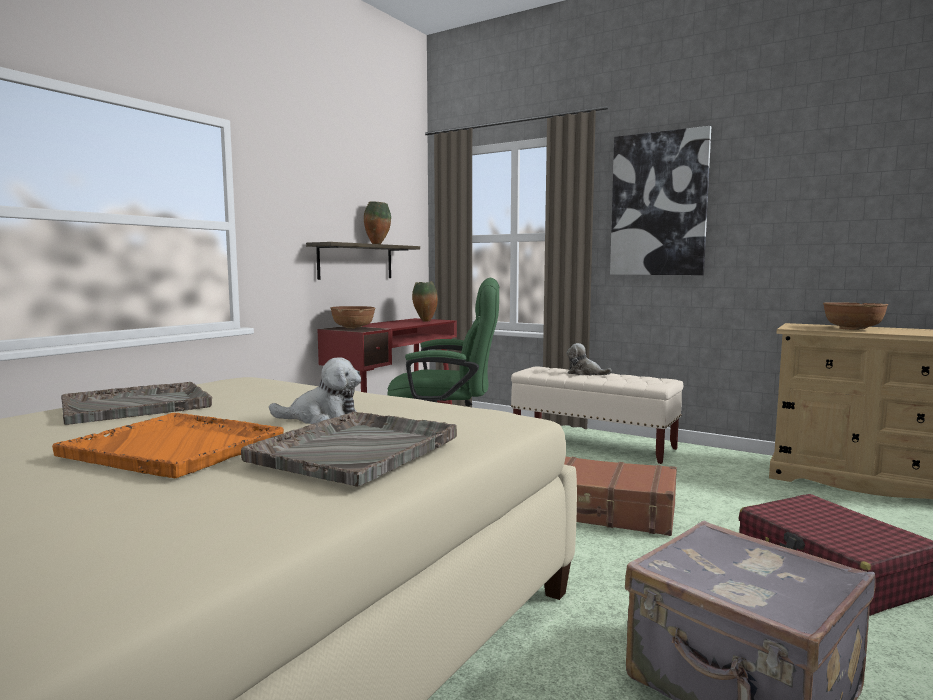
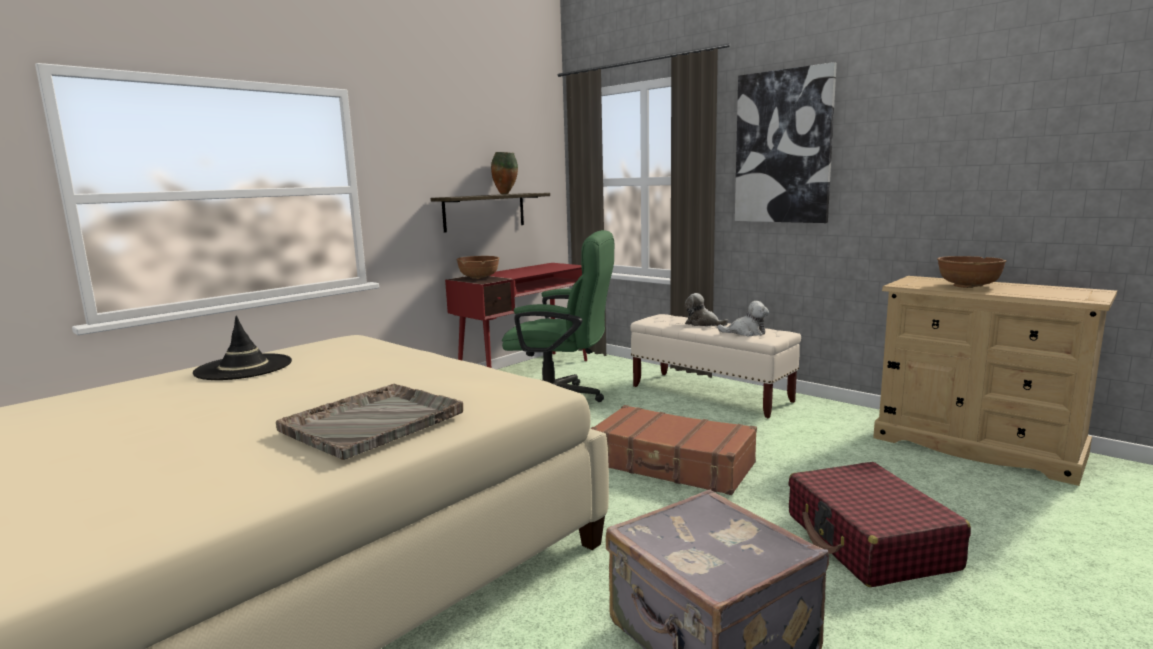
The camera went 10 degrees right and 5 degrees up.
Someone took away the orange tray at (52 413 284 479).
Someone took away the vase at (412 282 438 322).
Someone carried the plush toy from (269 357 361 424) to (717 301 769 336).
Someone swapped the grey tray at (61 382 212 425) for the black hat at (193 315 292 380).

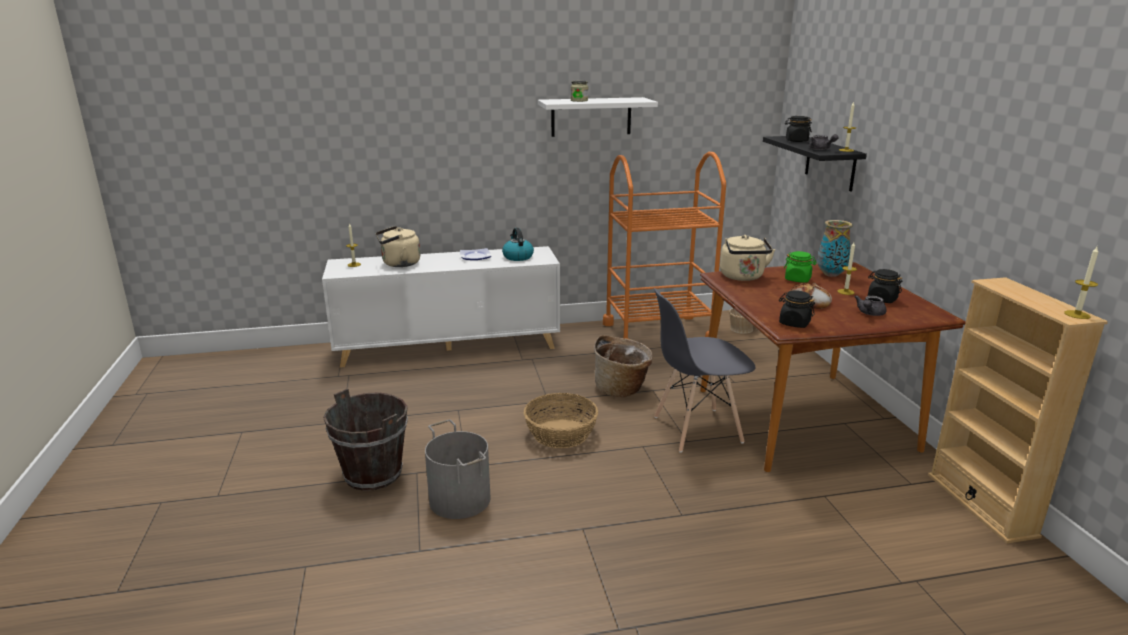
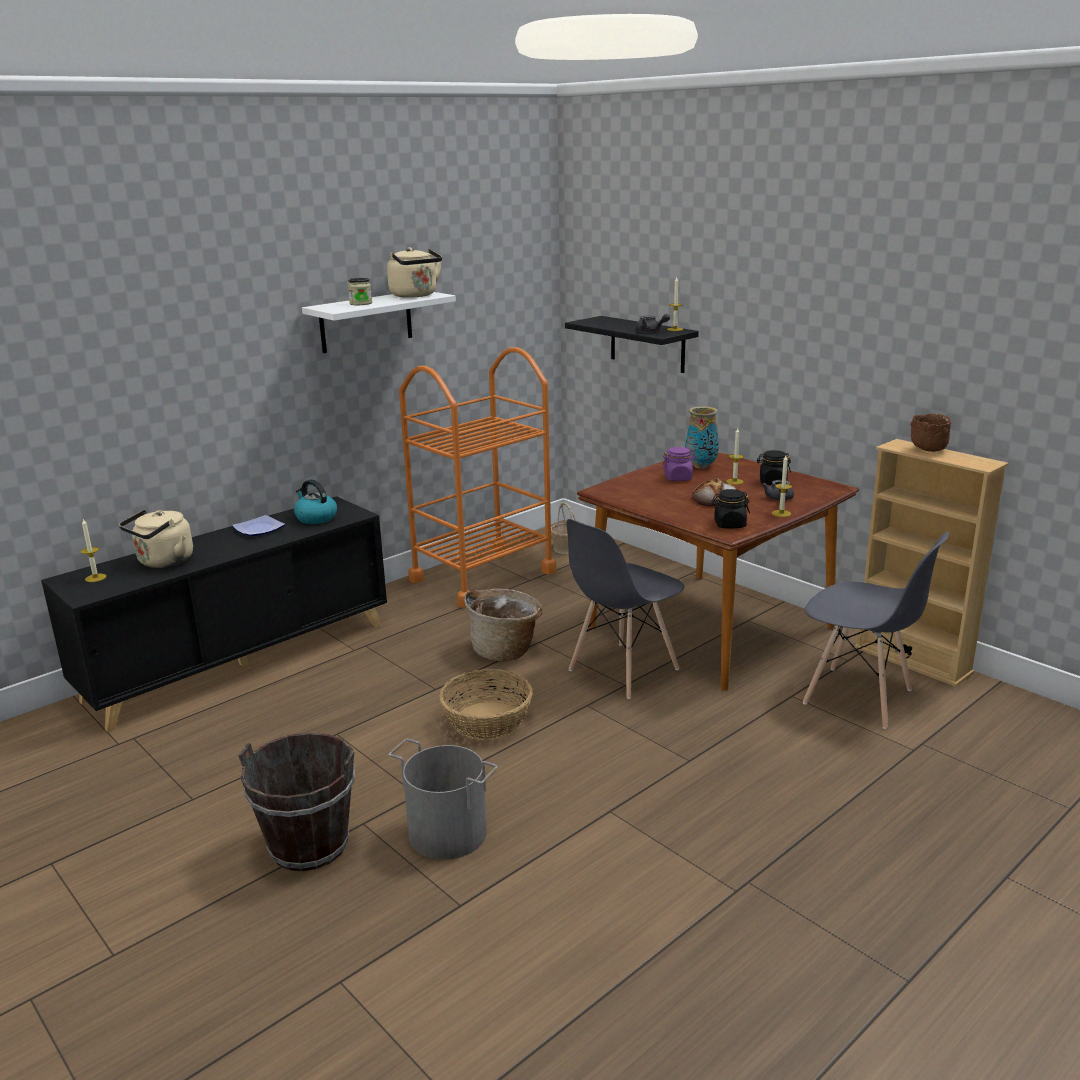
The camera went 30 degrees left and 0 degrees up.
Someone took away the black jar at (785 116 812 142).
Someone put down the grey chair at (803 532 949 729).
Someone put down the brown bowl at (911 413 951 452).
Someone carried the beige kettle from (720 235 775 281) to (387 247 442 298).
Someone carried the candle from (1064 247 1099 319) to (772 455 792 517).
Someone repainted the white cabinet at (322 246 560 368), which became the black cabinet at (41 496 387 732).
Someone repainted the green jar at (784 251 817 283), which became the purple jar at (662 447 696 481).

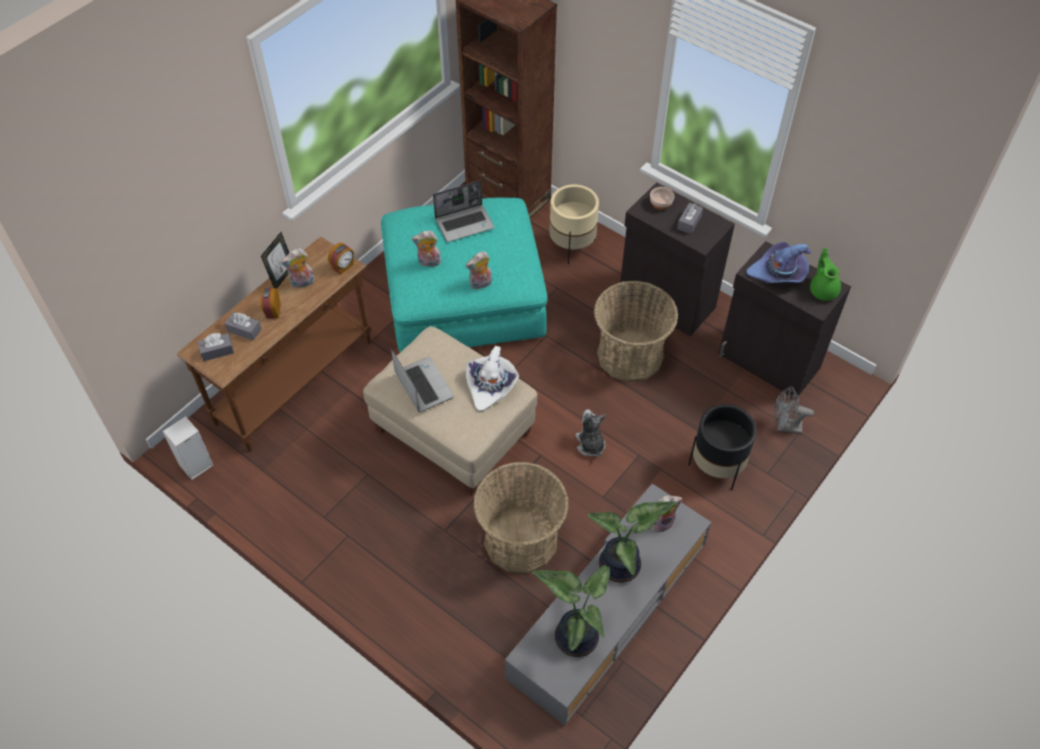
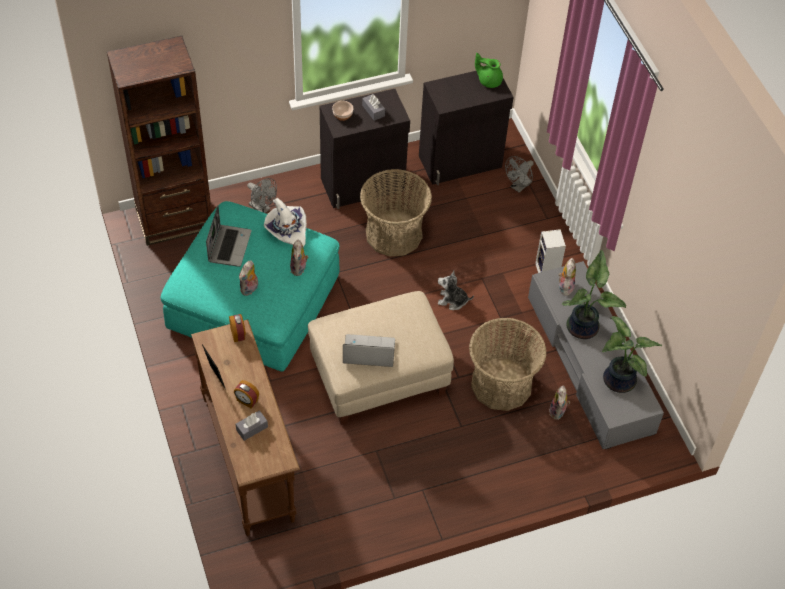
The camera went 60 degrees left and 0 degrees up.
Someone took away the grey tissue box at (198 333 234 361).
Someone took away the black planter at (688 404 757 489).
Someone took away the purple hat at (746 242 812 283).
Someone carried the speaker from (162 416 214 480) to (535 229 566 273).
Someone carried the plush toy from (280 248 315 288) to (549 386 570 420).
Someone carried the white hat from (466 346 519 411) to (264 198 307 247).
Someone swapped the beige planter at (549 184 599 264) for the grey fan at (247 178 277 213).

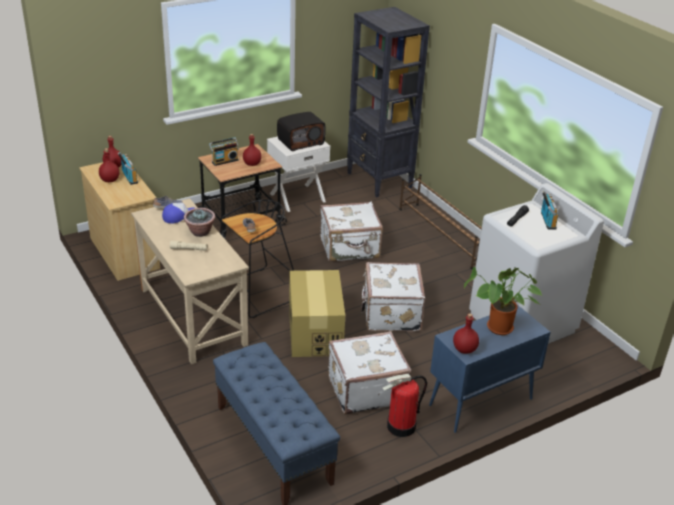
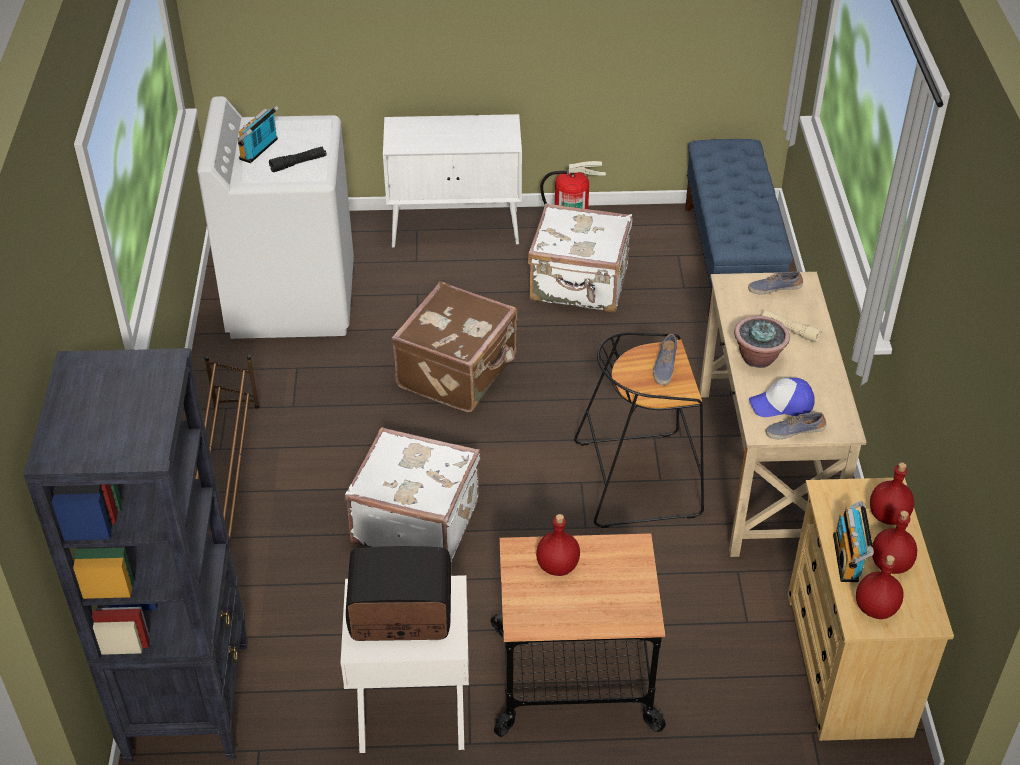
The camera went 150 degrees left and 10 degrees up.
Someone took away the radio at (209 137 239 166).
Someone took away the cardboard box at (289 270 345 357).
Someone took away the potted plant at (464 266 542 335).
Someone put down the shoe at (748 271 803 294).
Someone carried the red bottle from (453 313 479 354) to (870 462 914 525).
Someone repainted the white suitcase at (361 262 425 332), which became the brown suitcase at (392 281 517 412).
Someone repainted the blue cabinet at (429 305 551 433), which became the white cabinet at (383 114 522 248).

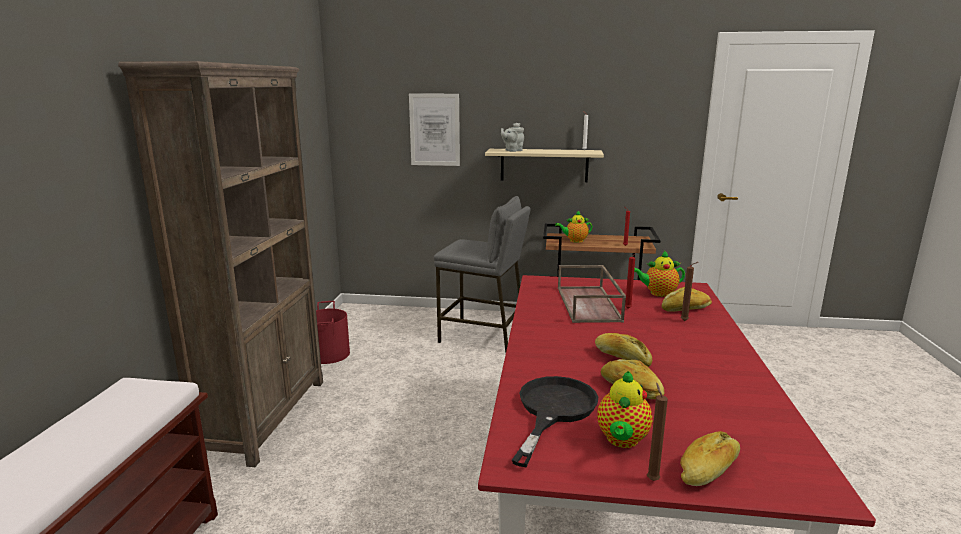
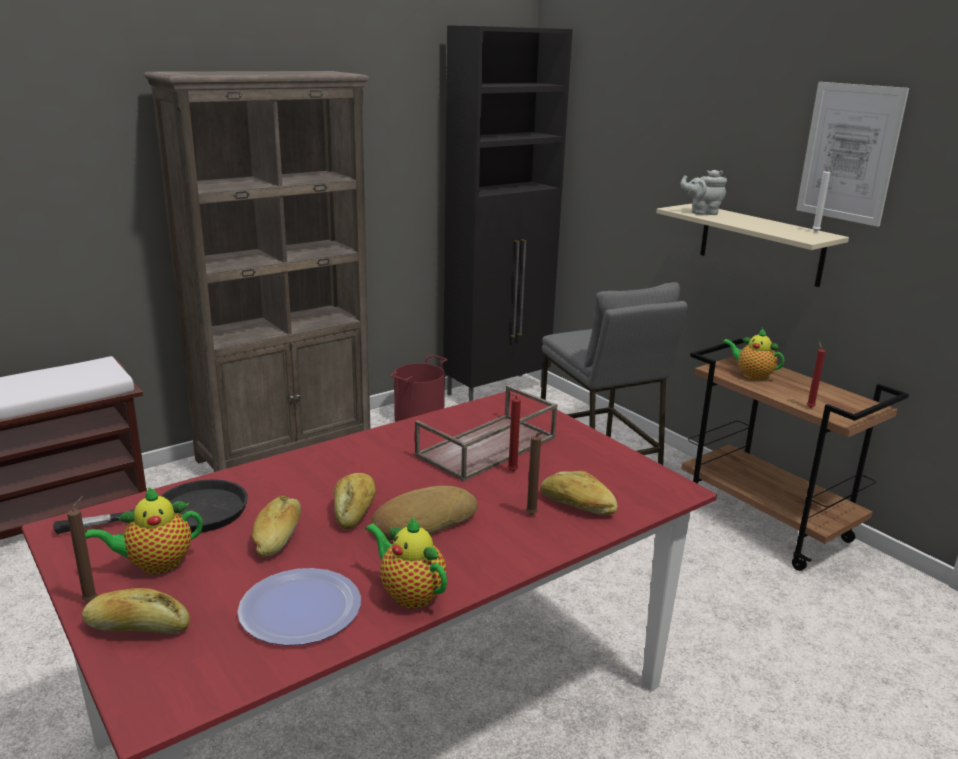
The camera went 45 degrees right and 5 degrees up.
Someone put down the plate at (237 568 361 646).
Someone put down the bread at (372 486 478 541).
Someone put down the black cabinet at (443 25 573 401).
Someone carried the picture from (409 94 460 166) to (796 82 909 227).
Someone carried the teapot from (634 250 685 297) to (365 517 447 609).

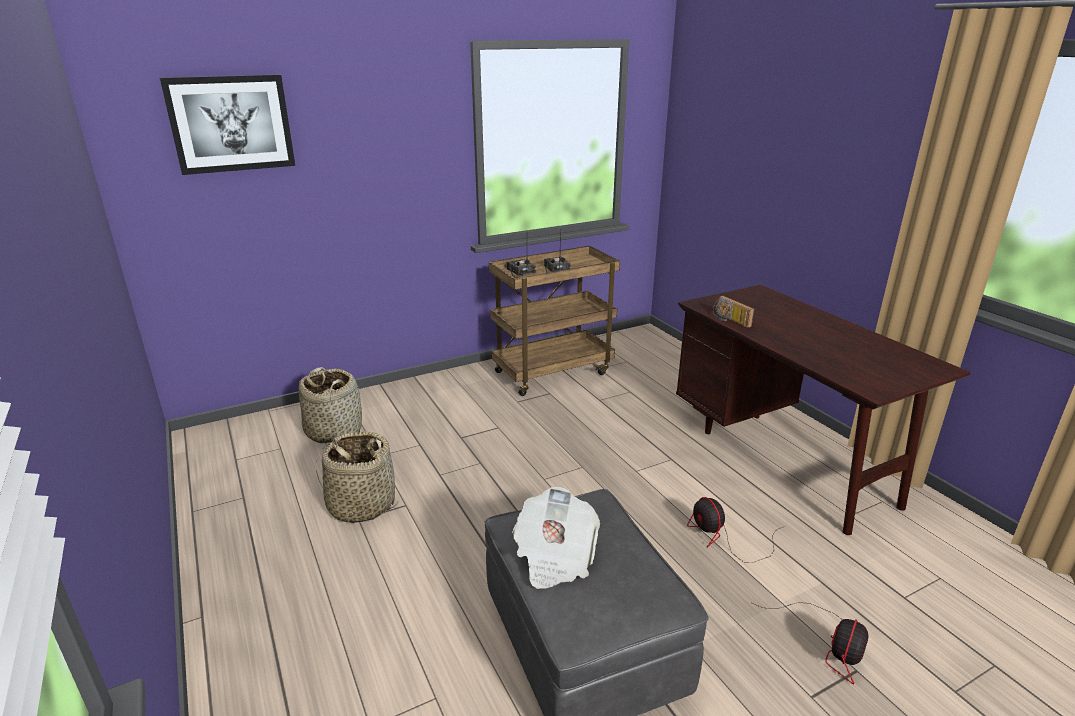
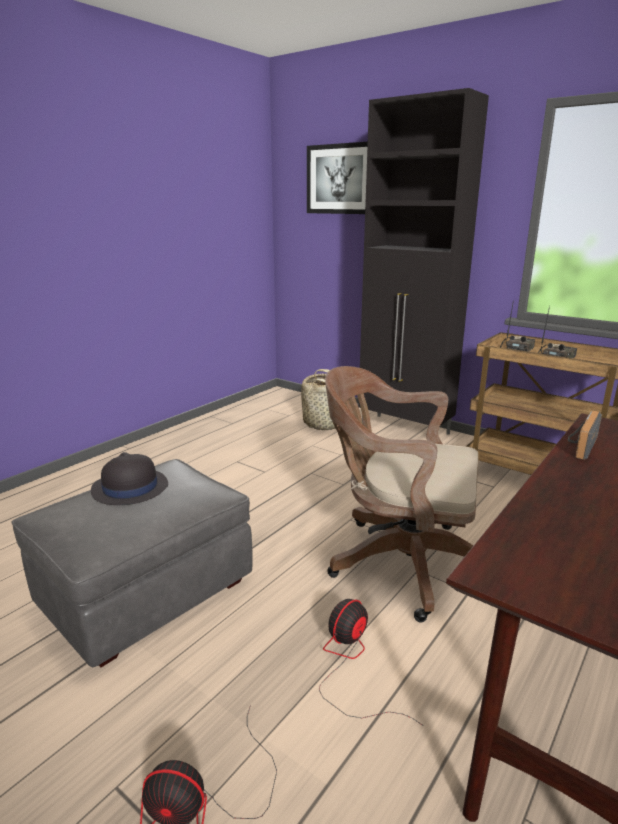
The camera went 65 degrees right and 5 degrees down.
Someone took away the basket at (316 431 399 523).
Someone put down the brown office chair at (325 366 478 622).
Someone put down the black cabinet at (358 88 489 435).
Someone swapped the newspaper at (512 487 600 589) for the black hat at (91 452 168 505).

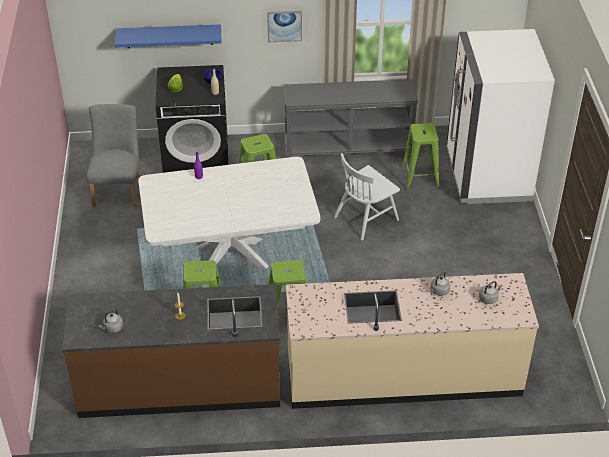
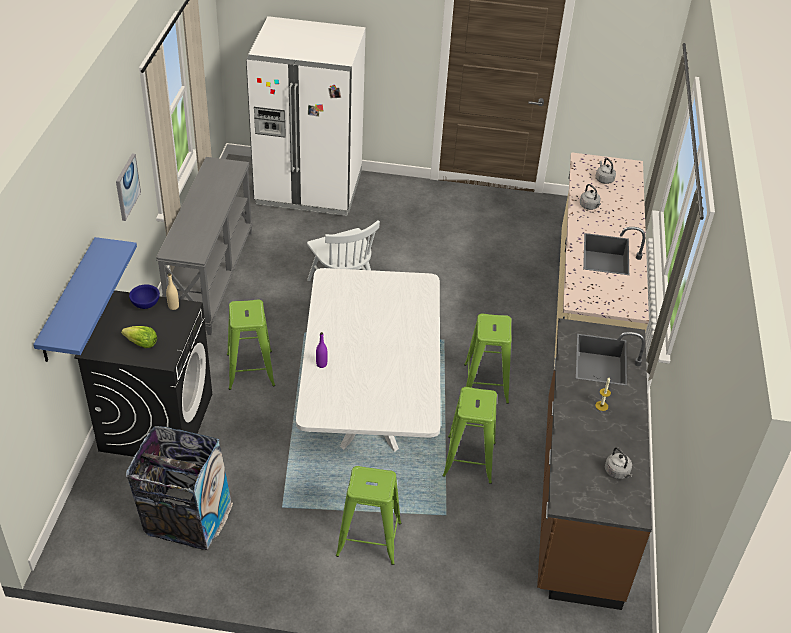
The camera went 80 degrees left and 0 degrees up.
Someone carried the green stool from (401 123 440 190) to (336 466 401 565).
Someone swapped the grey chair at (86 104 140 208) for the trash can at (126 426 233 550).

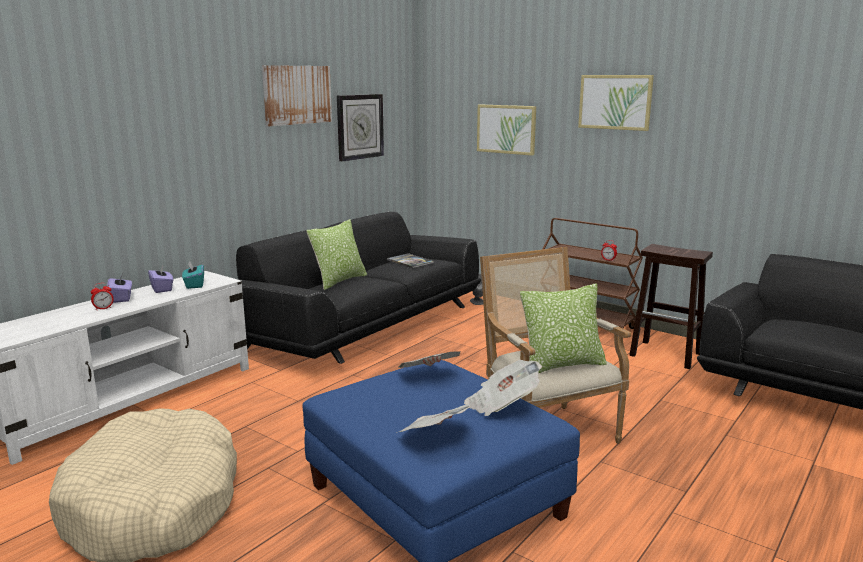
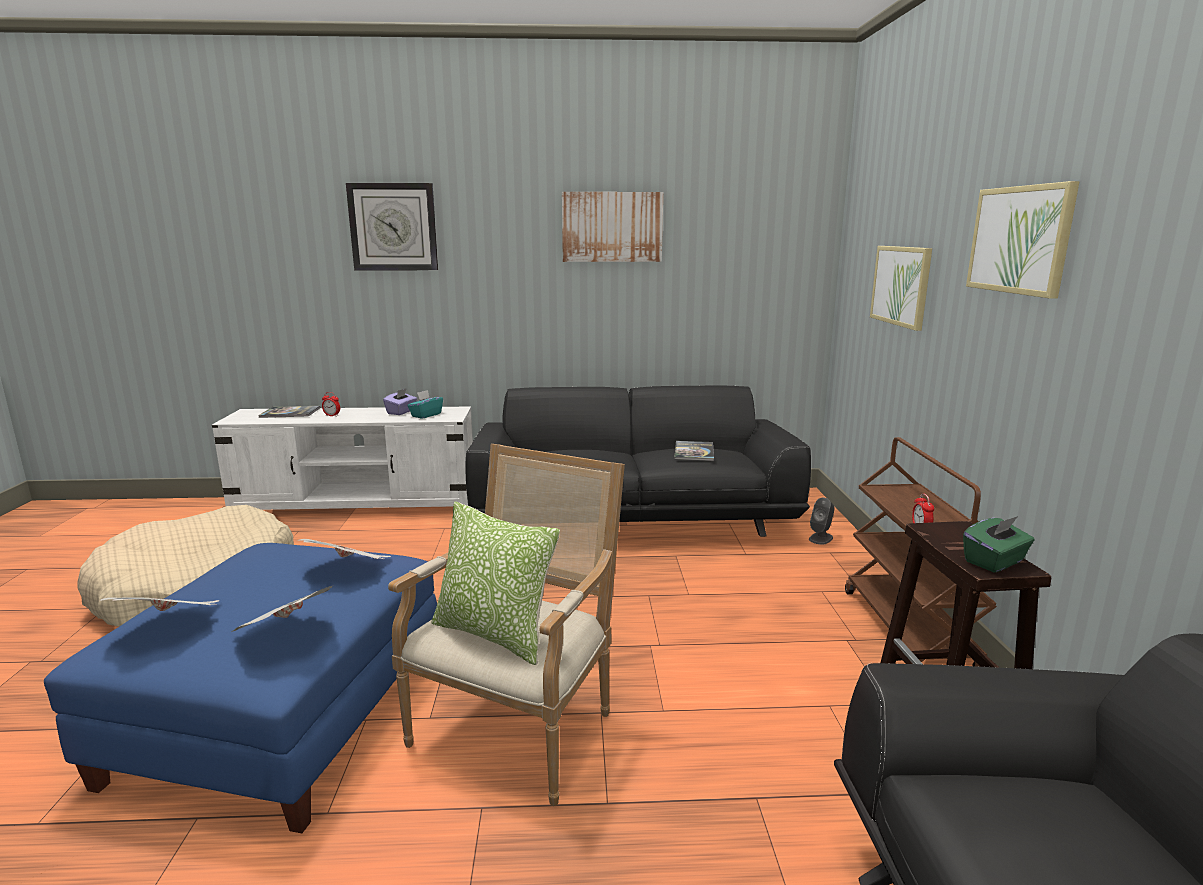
The camera went 50 degrees right and 0 degrees up.
Someone took away the purple tissue box at (107 273 132 303).
Someone took away the pillow at (306 219 367 290).
Someone put down the book at (258 406 321 418).
Someone put down the green tissue box at (963 516 1035 572).
Someone carried the wall clock from (337 94 384 161) to (346 183 438 271).

